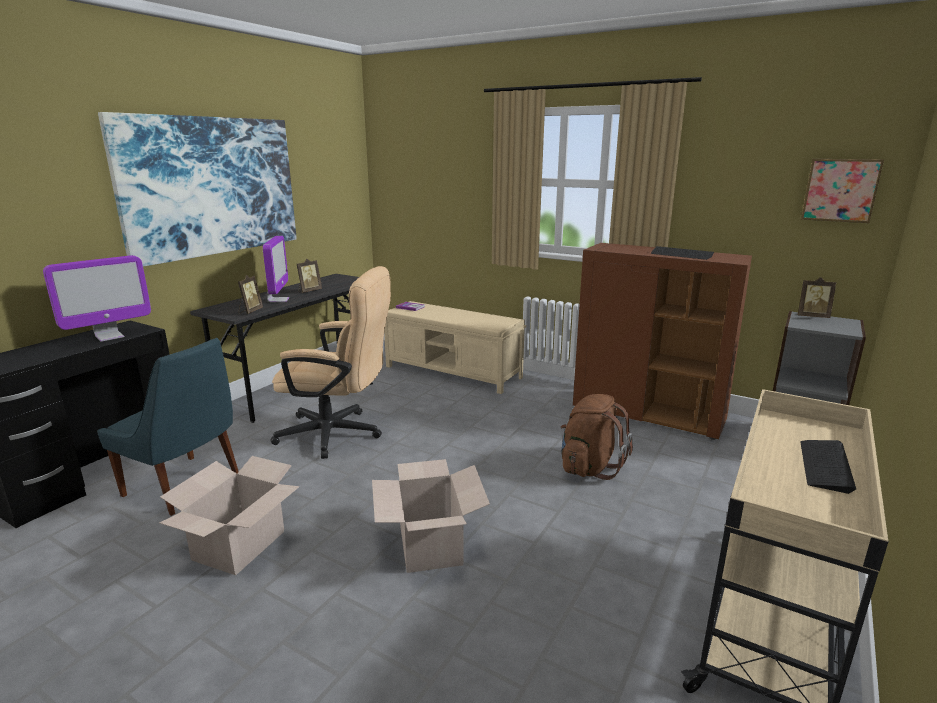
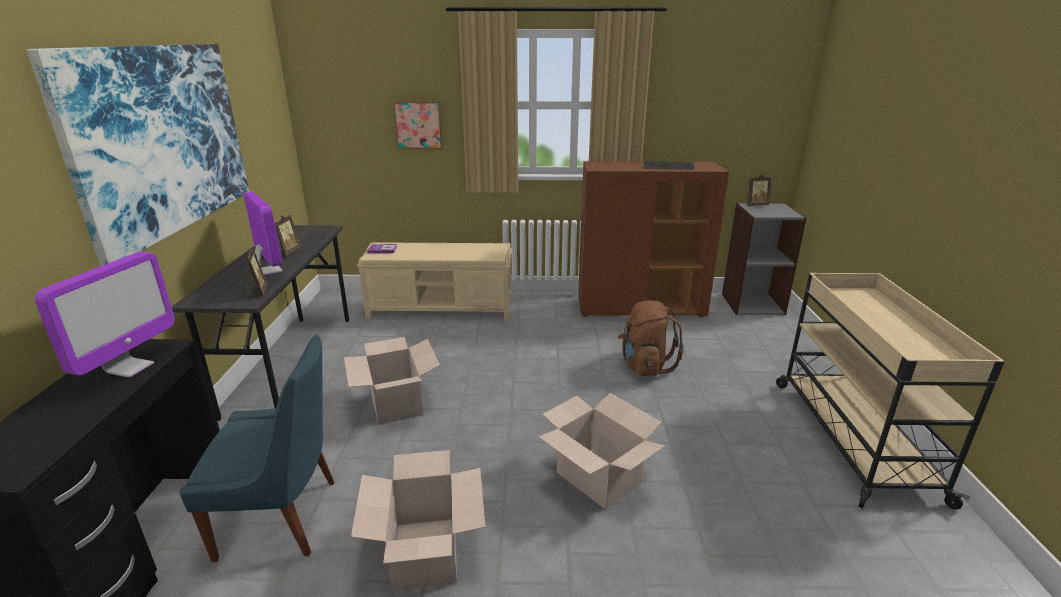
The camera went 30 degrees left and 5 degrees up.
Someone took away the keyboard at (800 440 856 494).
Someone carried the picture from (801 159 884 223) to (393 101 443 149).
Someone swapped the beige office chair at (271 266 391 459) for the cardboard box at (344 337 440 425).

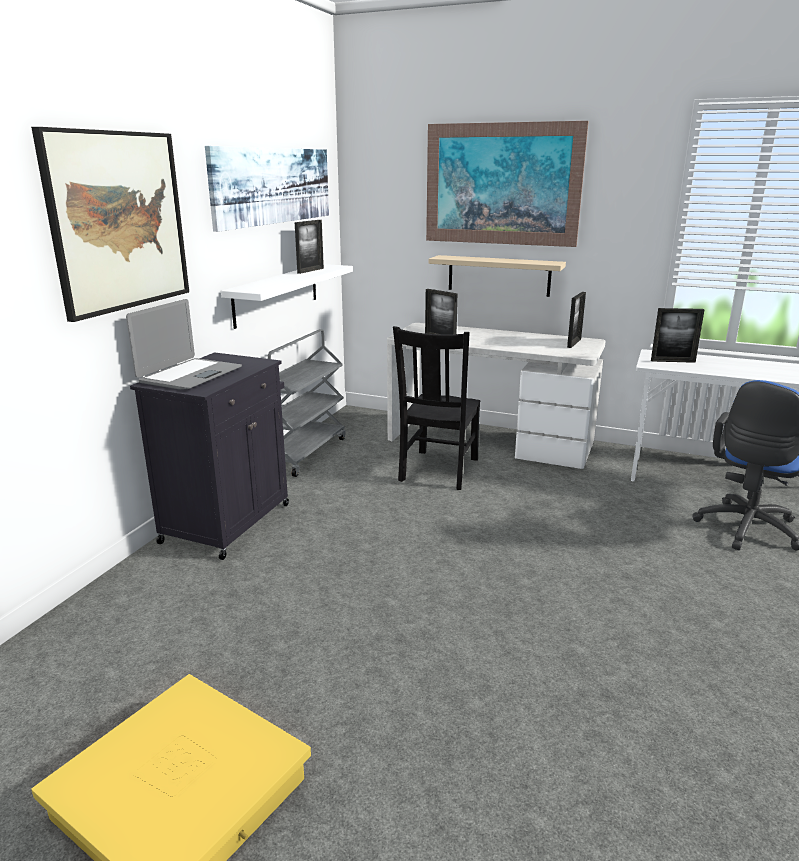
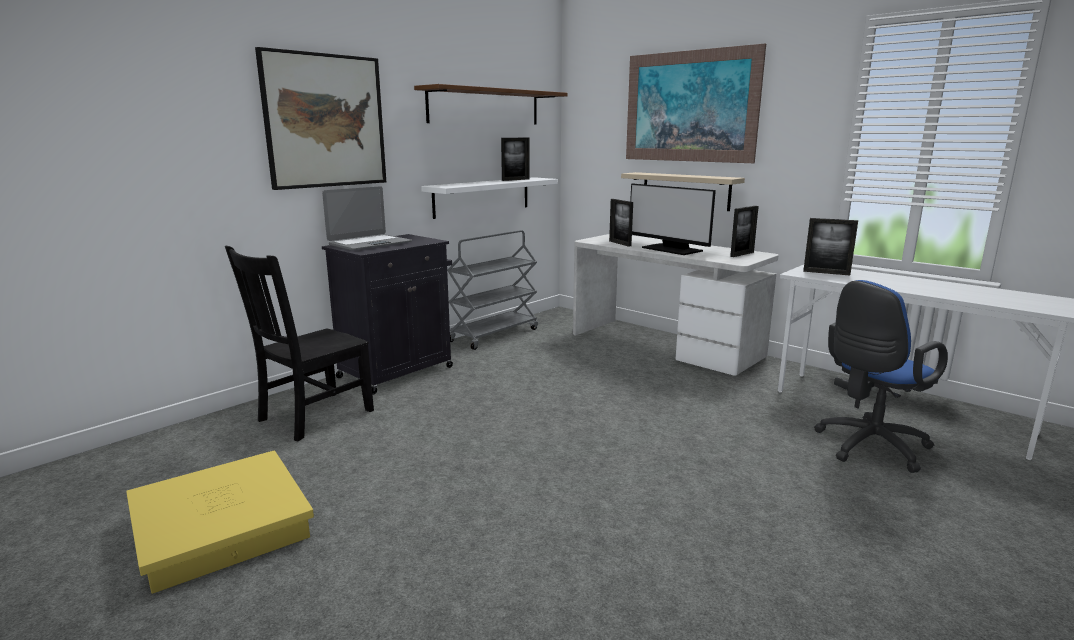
The camera went 20 degrees right and 5 degrees down.
Someone put down the monitor at (630 184 716 255).
Someone carried the black chair from (393 326 481 490) to (225 246 374 441).
Someone swapped the picture at (205 146 329 232) for the brown shelf at (414 84 568 125).

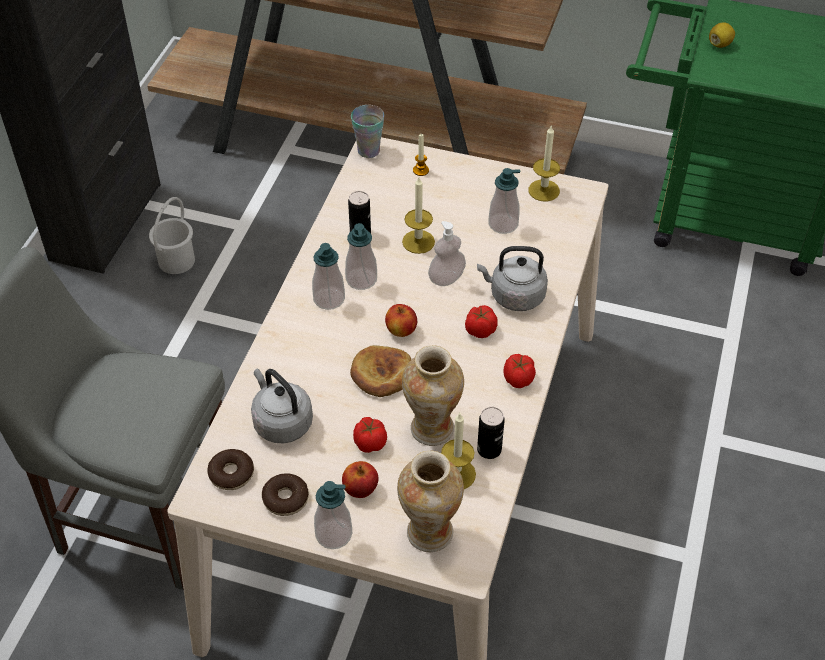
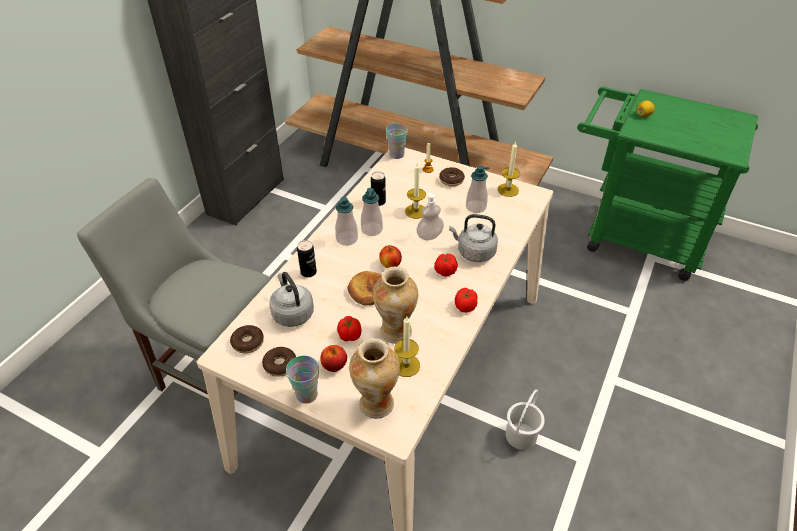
The camera went 10 degrees right and 5 degrees down.
Someone put down the donut at (439 167 465 186).
Someone carried the white bucket from (149 197 195 274) to (506 389 545 450).
Someone carried the can from (477 407 505 459) to (297 240 317 277).
Someone swapped the soap dispenser at (314 481 352 549) for the cup at (286 356 319 404).

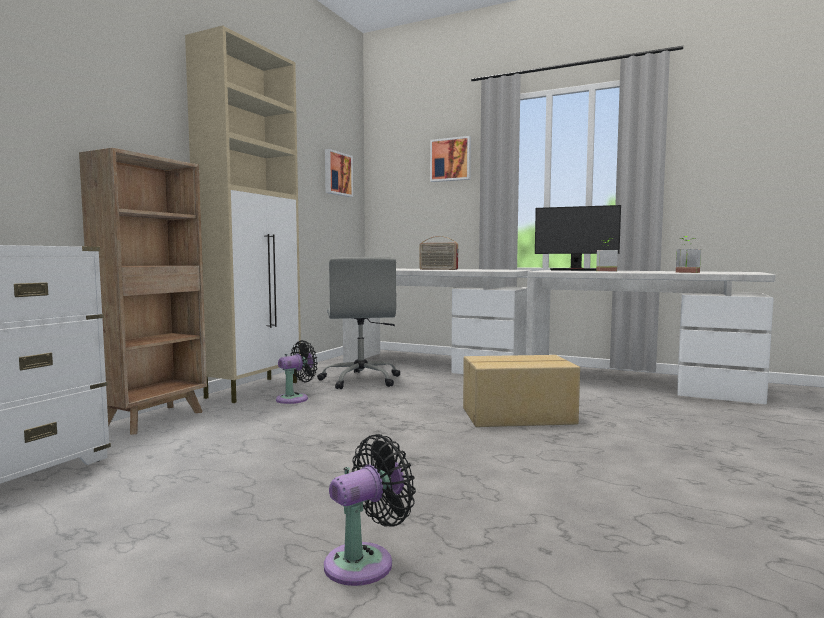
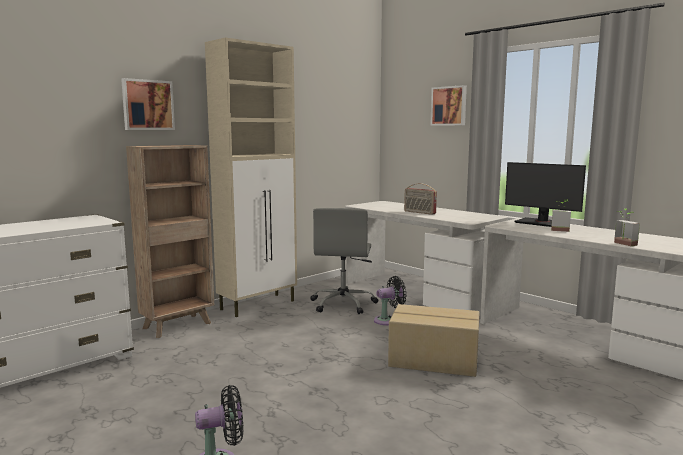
The camera went 20 degrees right and 5 degrees up.
Someone carried the black fan from (276 340 318 404) to (374 276 407 326).
Someone carried the picture from (325 149 353 197) to (121 78 175 130).

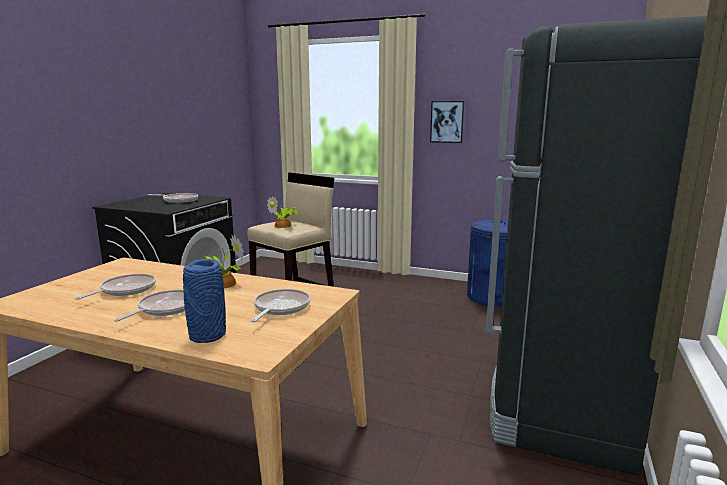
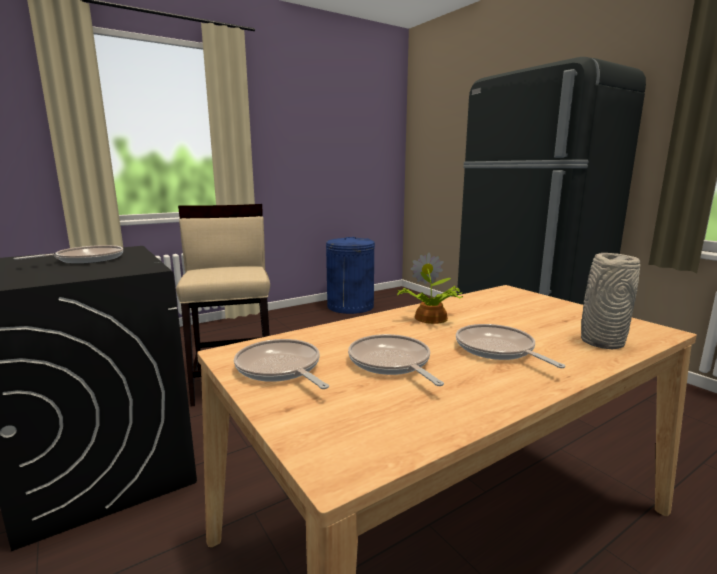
The camera went 55 degrees left and 0 degrees up.
Someone took away the potted plant at (267 196 298 228).
Someone took away the picture at (430 101 464 143).
Someone carried the frying pan from (250 289 311 322) to (234 339 329 389).
Someone repainted the blue vase at (183 259 226 343), which became the grey vase at (581 253 640 350).

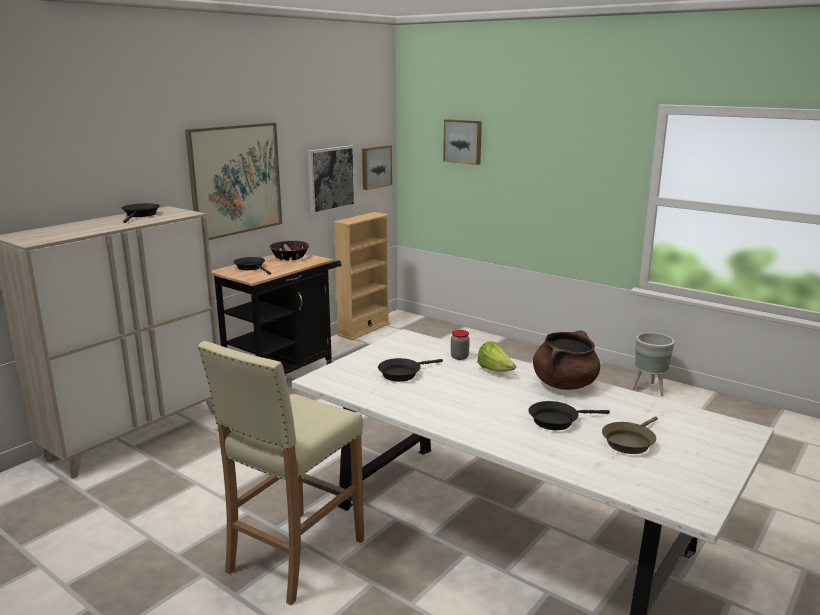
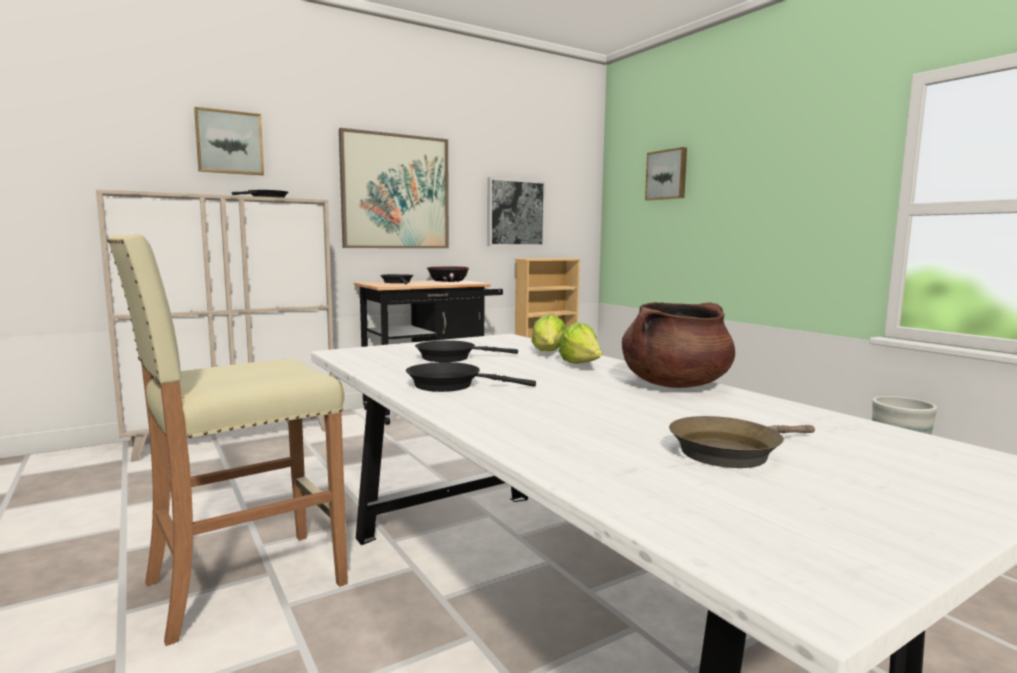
The camera went 20 degrees right and 10 degrees down.
Someone carried the picture from (362 145 392 190) to (194 107 264 175).
Someone carried the black frying pan from (528 401 610 430) to (406 362 536 392).
Someone swapped the jar at (451 330 470 360) for the lettuce at (531 314 566 351).

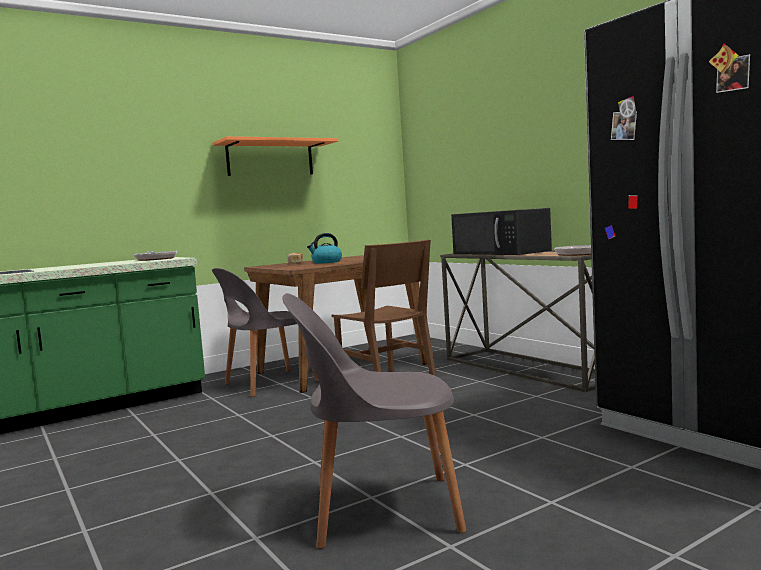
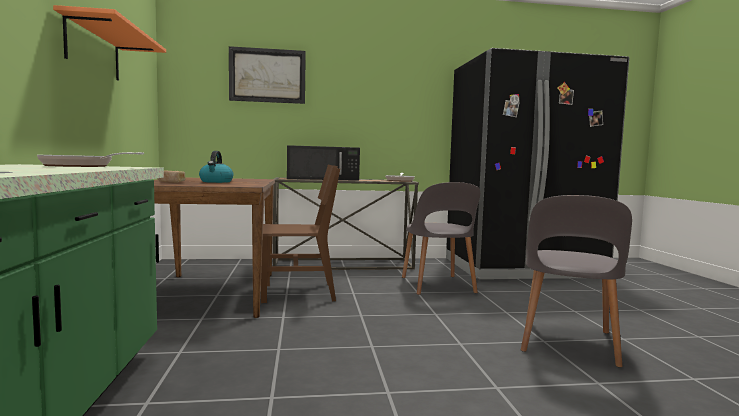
The camera went 65 degrees left and 0 degrees up.
Someone put up the picture at (229 46 306 104).
Someone carried the grey chair from (212 268 319 397) to (402 182 480 295).

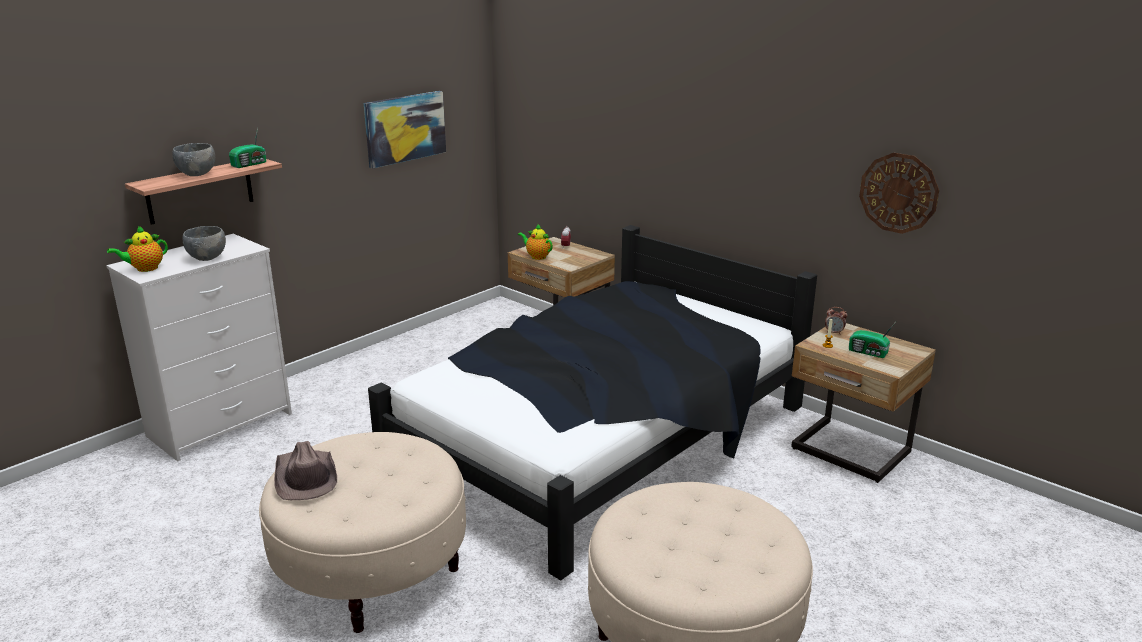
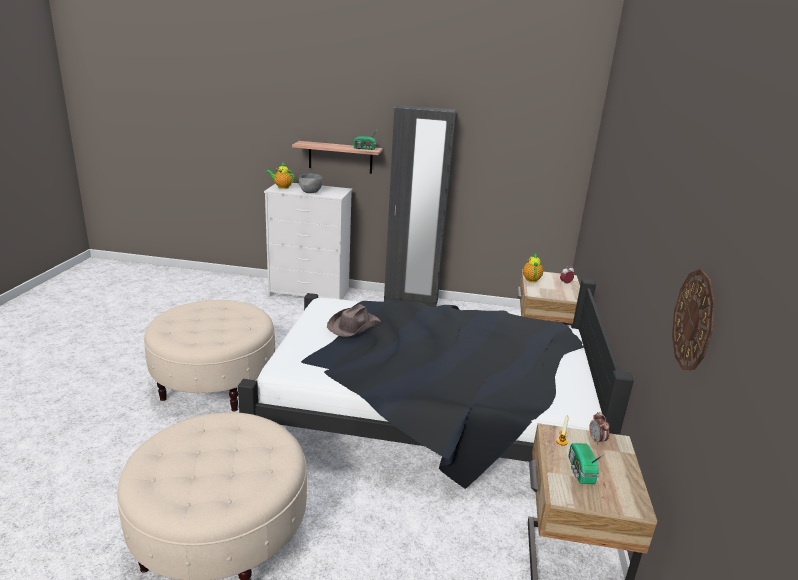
The camera went 55 degrees right and 0 degrees up.
Someone took away the grey bowl at (172 143 215 176).
Someone took away the picture at (364 91 446 169).
Someone put down the black wardrobe at (384 105 456 307).
Someone carried the brown hat from (274 441 337 500) to (327 304 381 337).

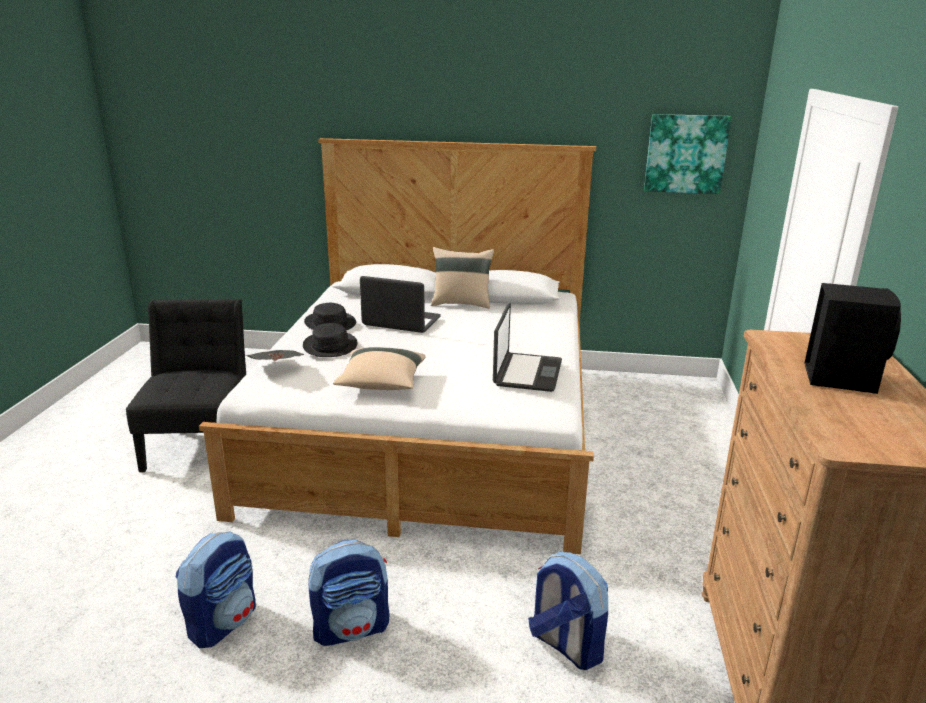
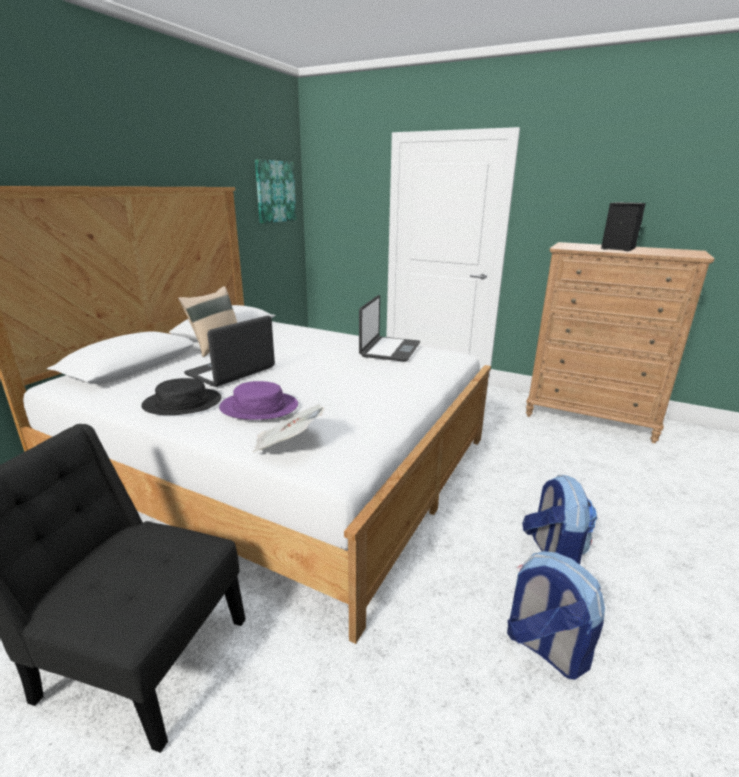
The camera went 70 degrees left and 0 degrees up.
Someone took away the beige pillow at (333 347 426 390).
Someone took away the backpack at (528 552 608 670).
Someone repainted the black hat at (303 323 358 357), which became the purple hat at (219 381 298 420).
Someone rotated the laptop at (493 303 562 392) by 75 degrees clockwise.

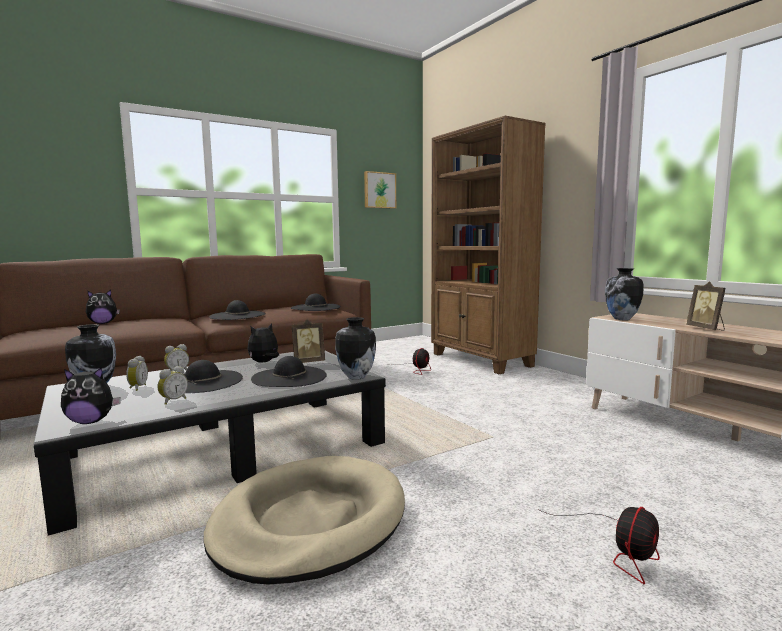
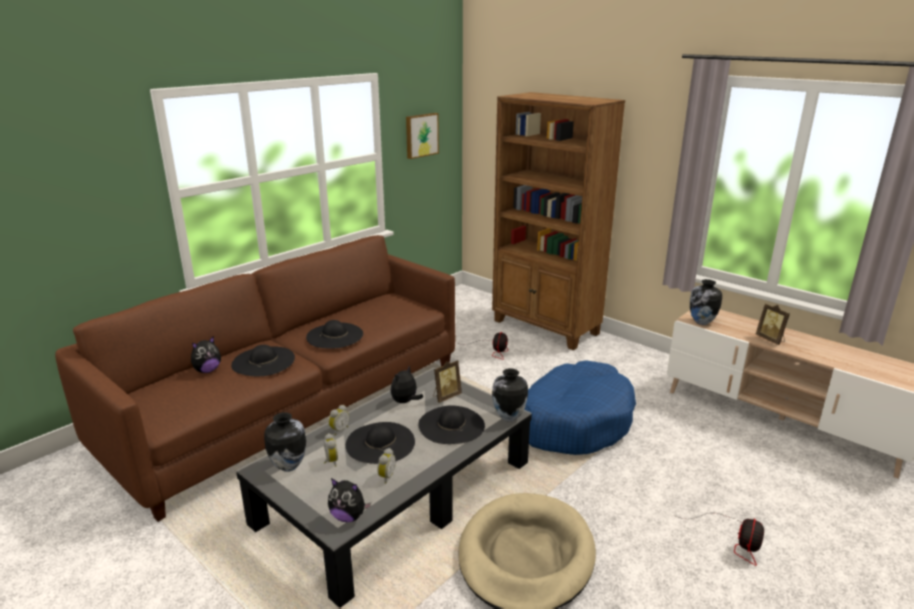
The camera went 15 degrees left and 15 degrees up.
Someone put down the blue dog bed at (524 360 636 455).
Someone carried the black hat from (291 294 340 311) to (231 345 295 376).
Someone rotated the plush toy at (61 368 121 424) by 45 degrees clockwise.

